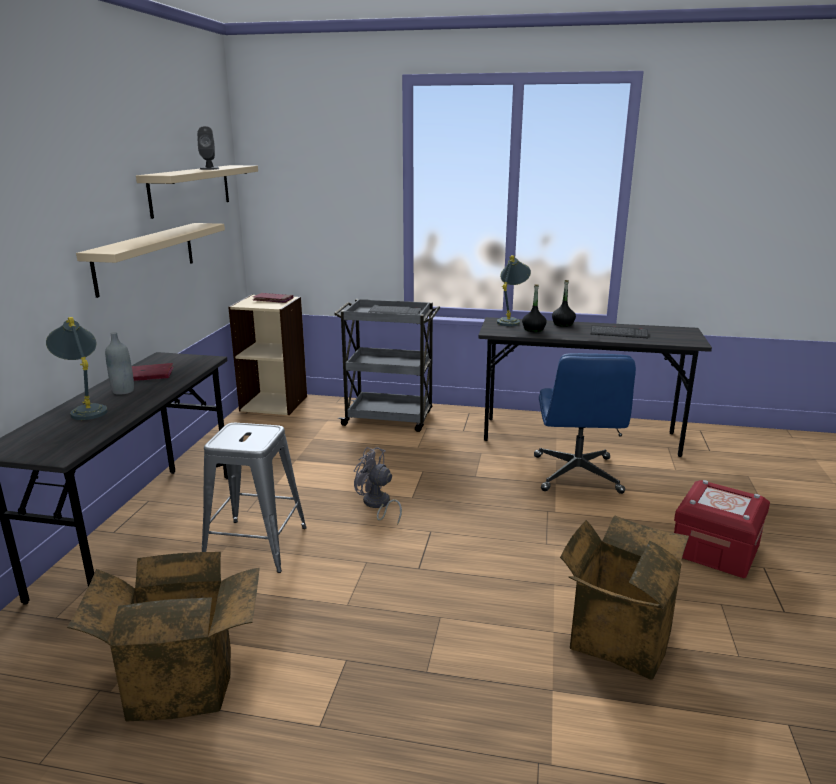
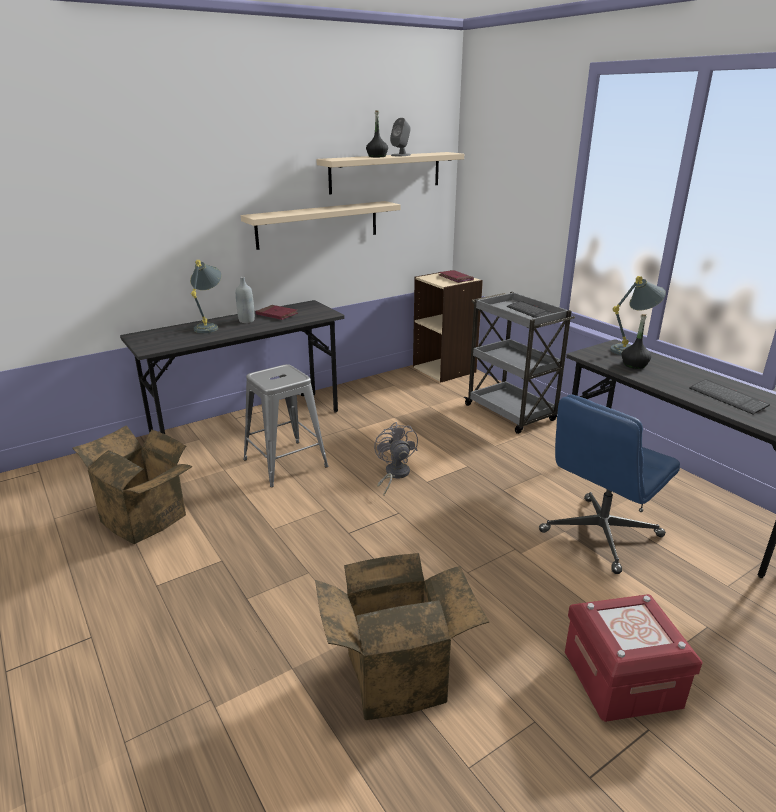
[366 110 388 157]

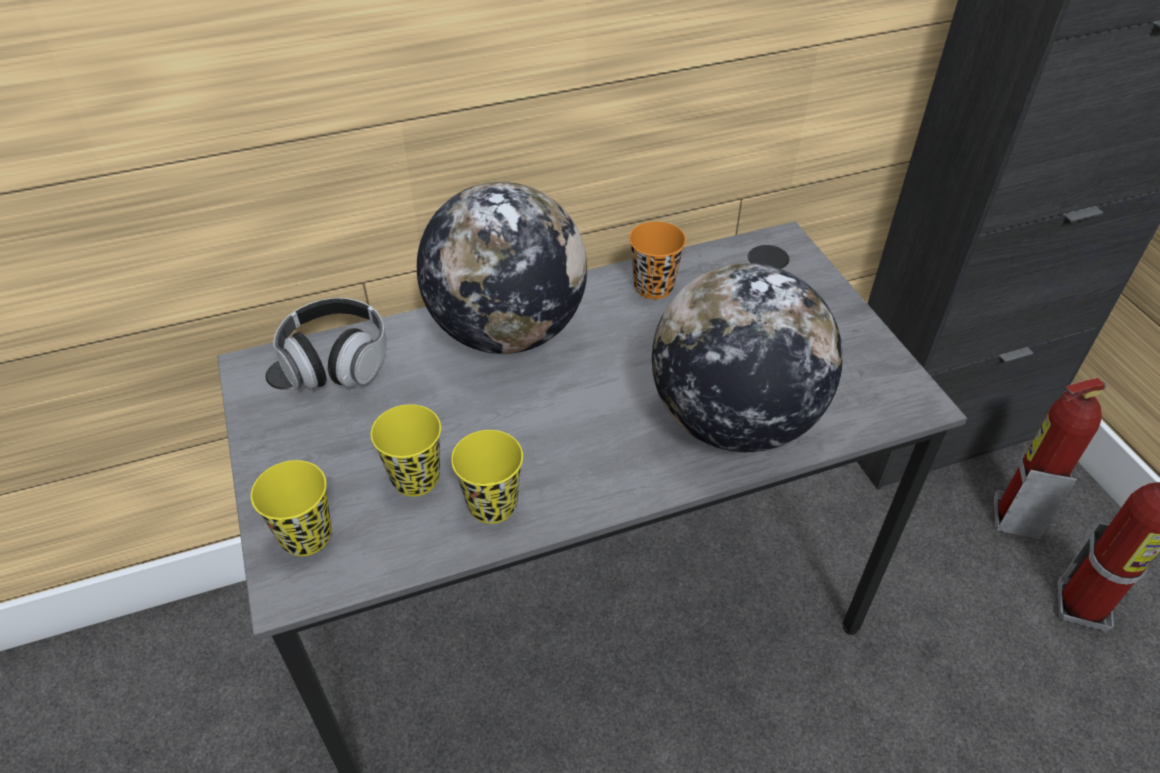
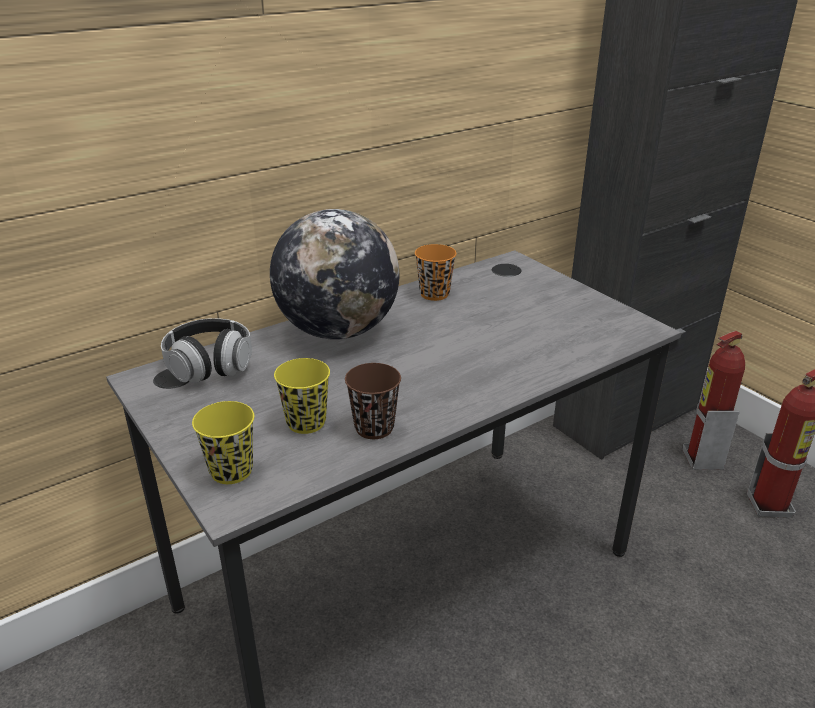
[345 363 401 439]
[652 263 843 452] (first image)

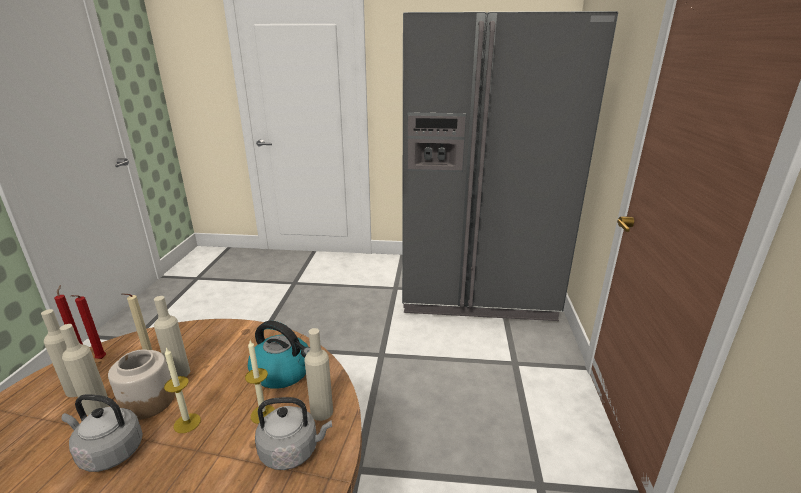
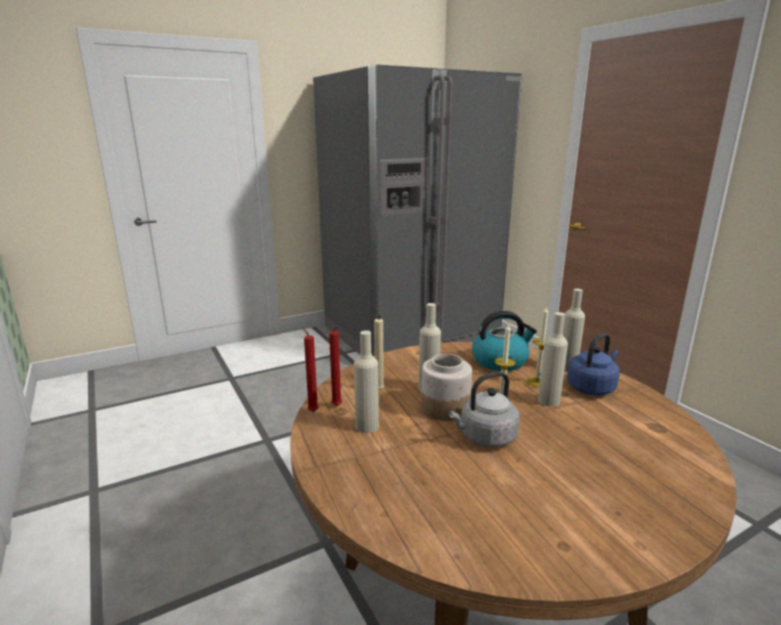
[538 312 568 407]
[567 333 620 396]

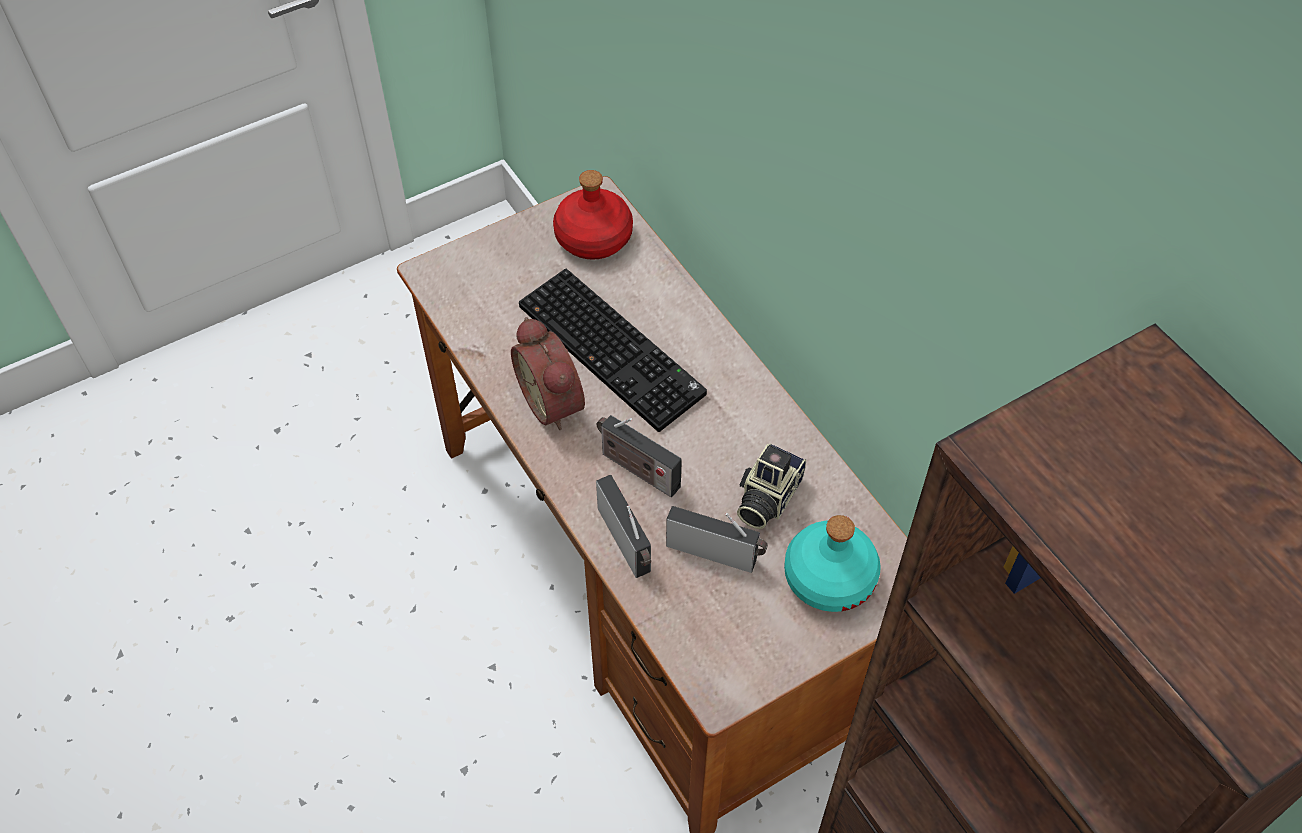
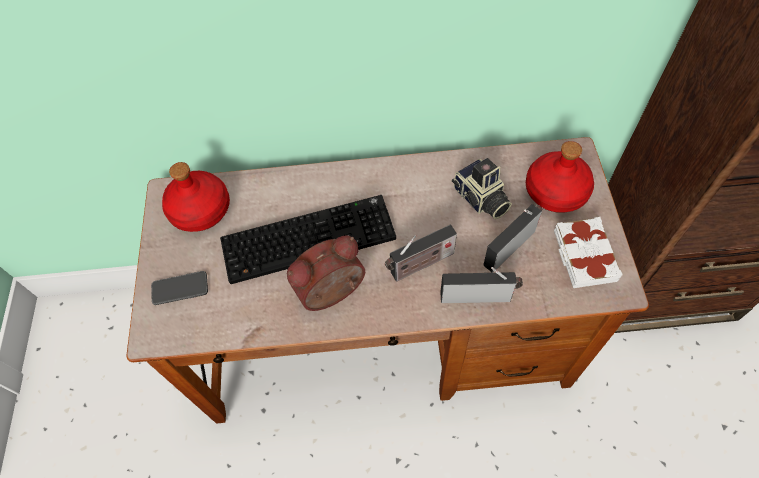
[287 236 365 311]
[526 141 594 212]
[151 271 208 305]
[554 217 623 288]

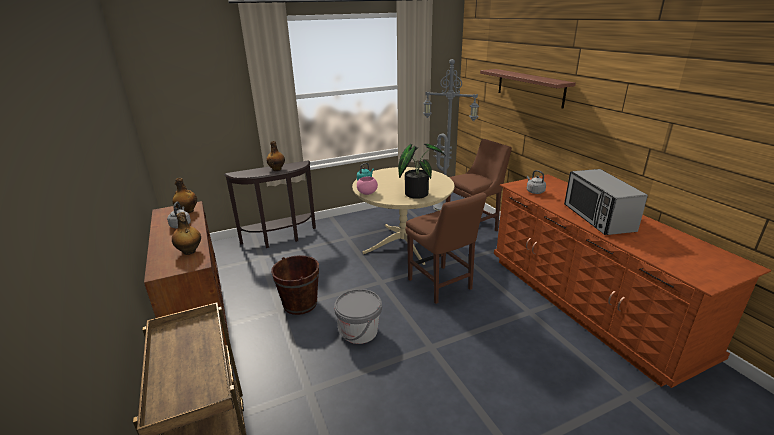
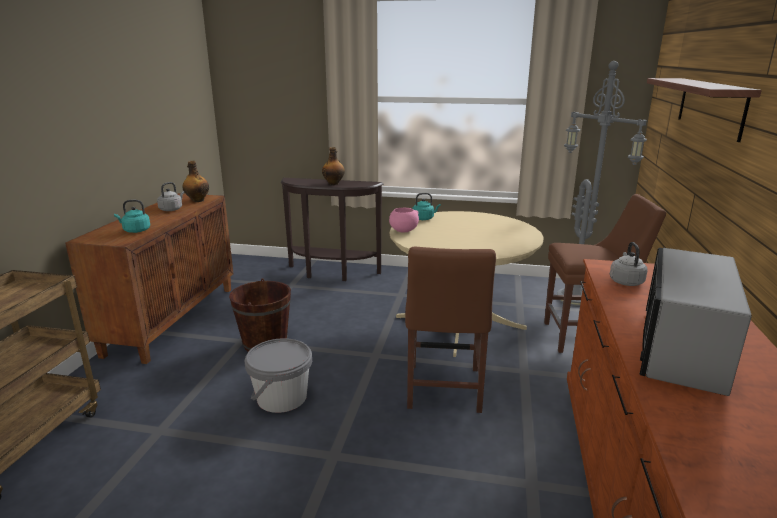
[114 200 150 233]
[398 144 446 199] (first image)

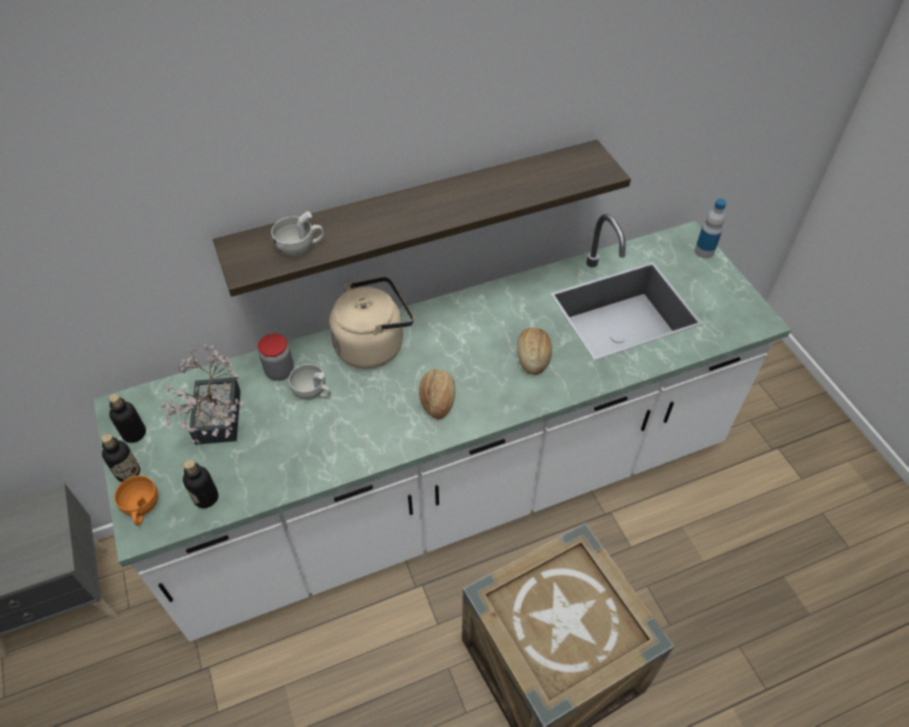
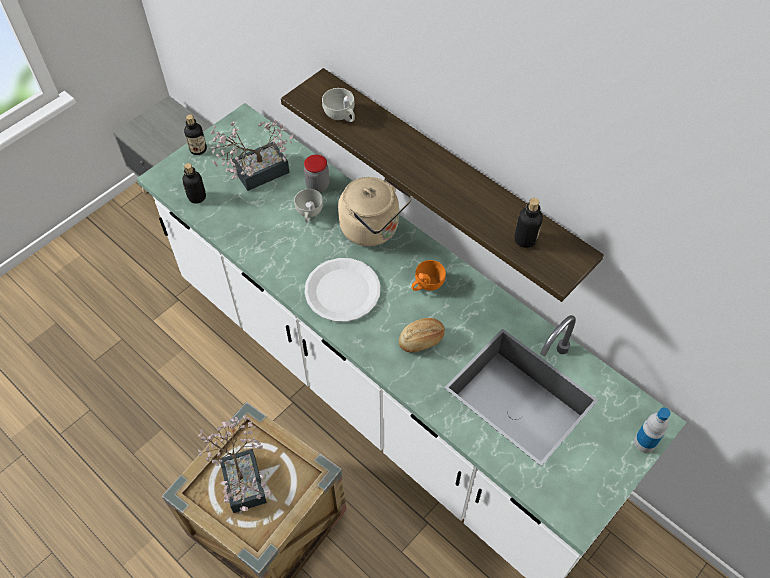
[514 198 543 248]
[412 260 446 291]
[304 258 380 322]
[197 415 271 513]

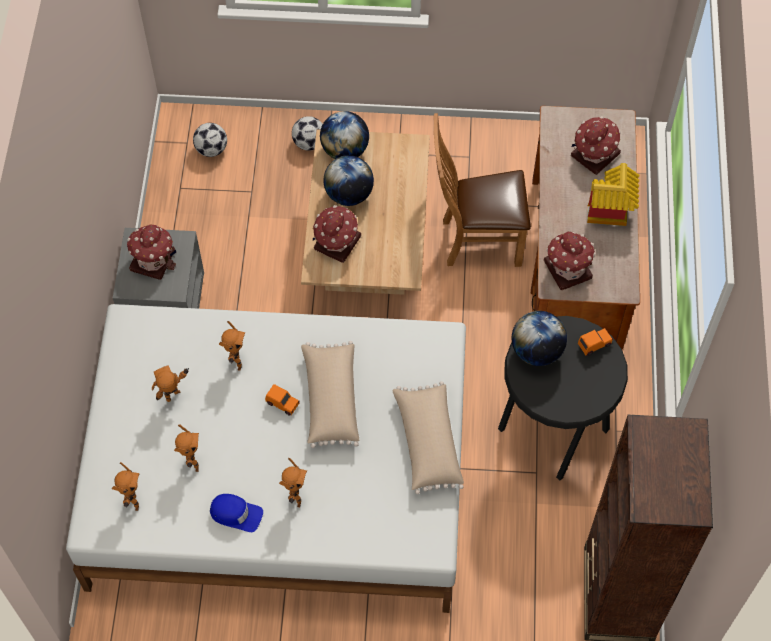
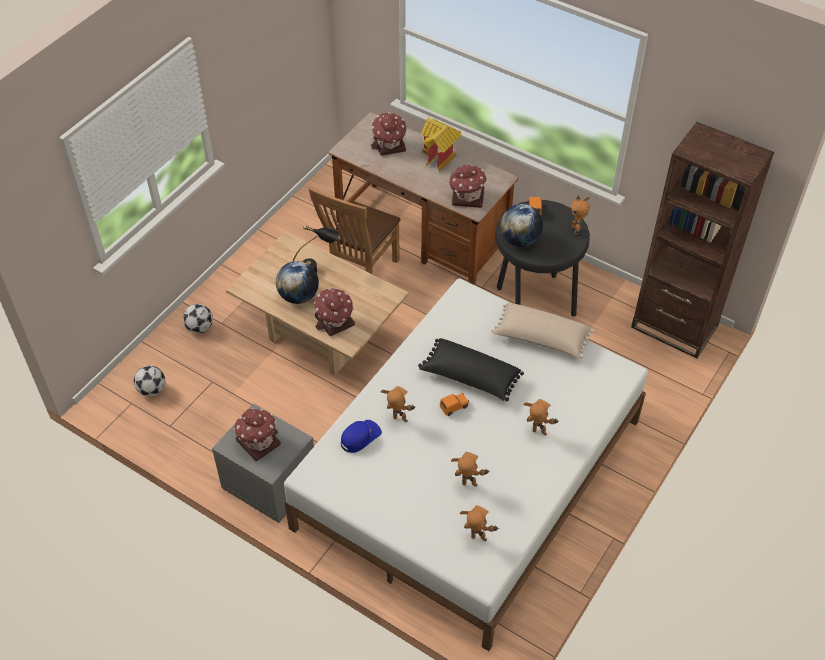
[572 195 590 235]
[341 420 382 453]
[418 338 524 401]
[320 111 369 159] (first image)
[293 225 339 273]

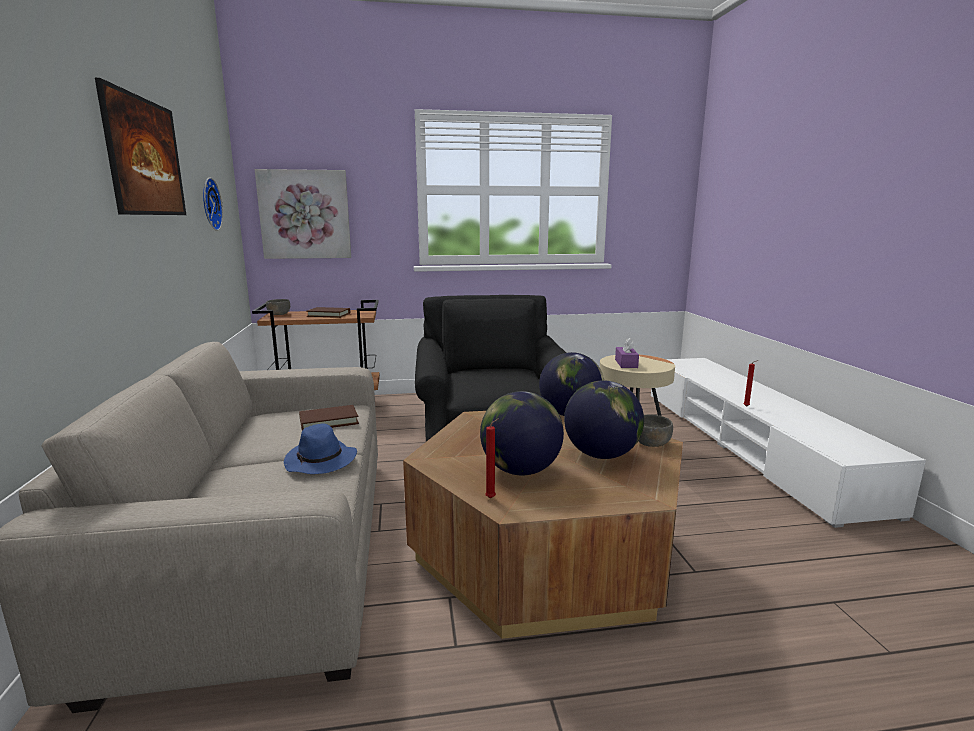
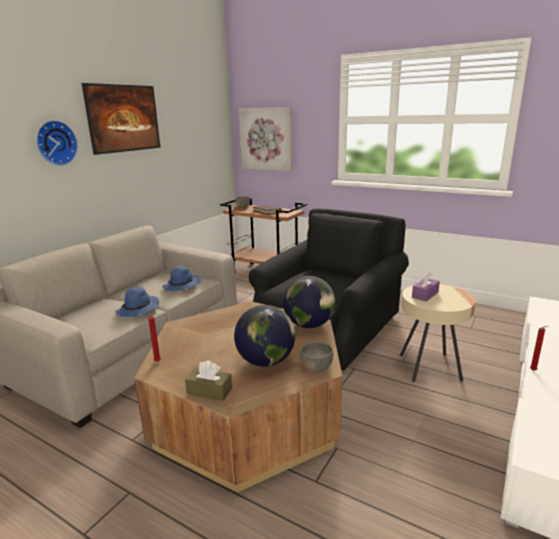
[36 120 78 166]
[162 266 201 291]
[480 391 564 475] (first image)
[185 361 232 401]

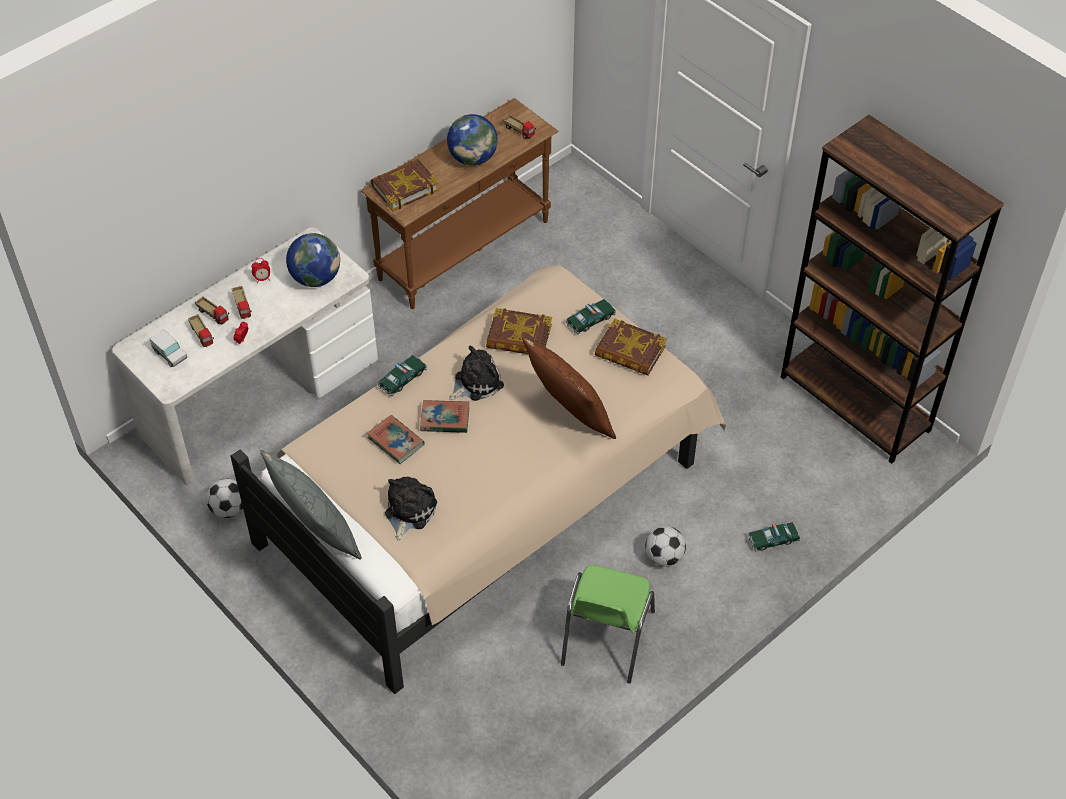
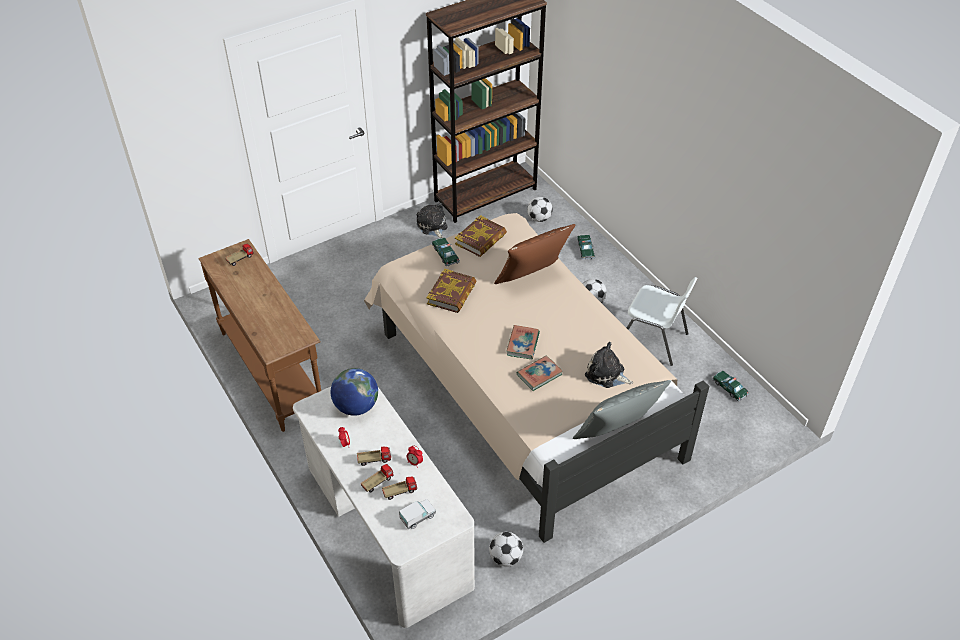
[371 159 439 211] (first image)
[712 371 749 401]
[447 114 498 166] (first image)
[417 203 447 238]
[627 277 698 366]
[527 197 553 222]

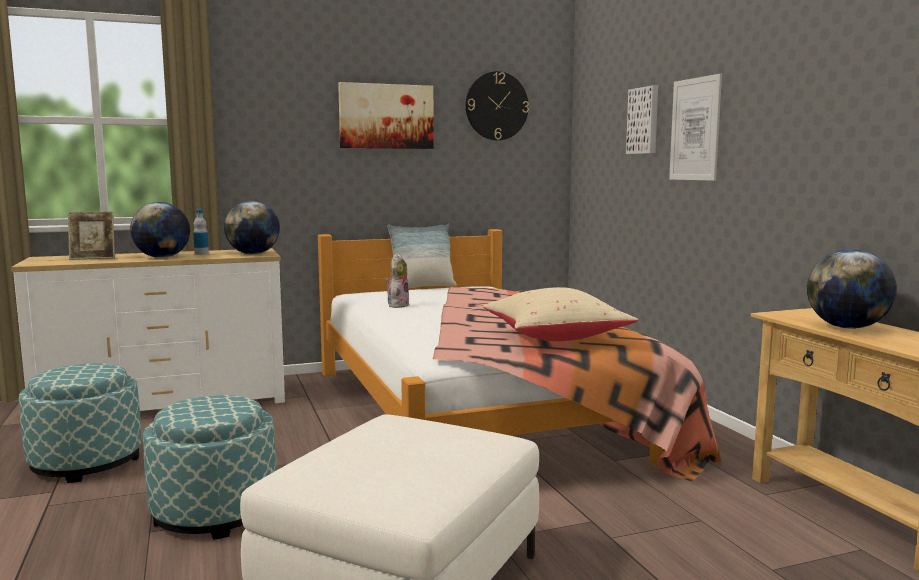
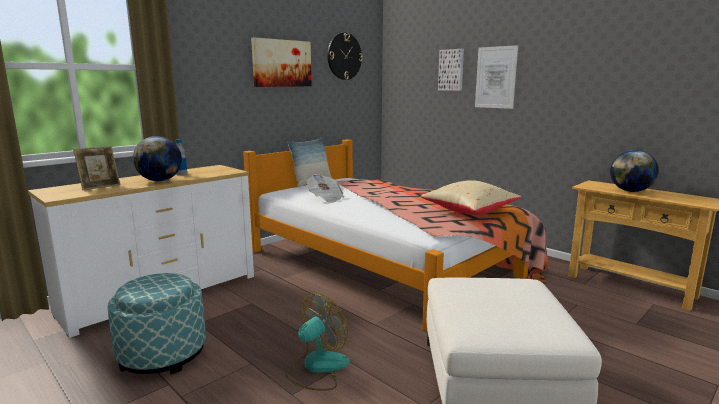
[286 293 350 391]
[224 201 280 254] (first image)
[307 174 345 203]

